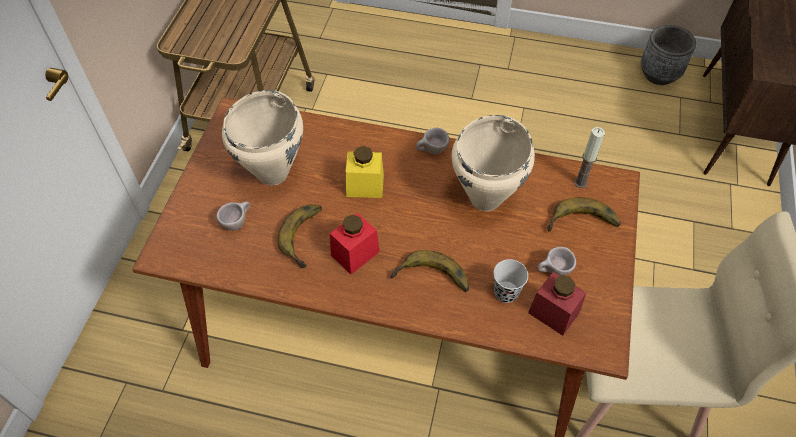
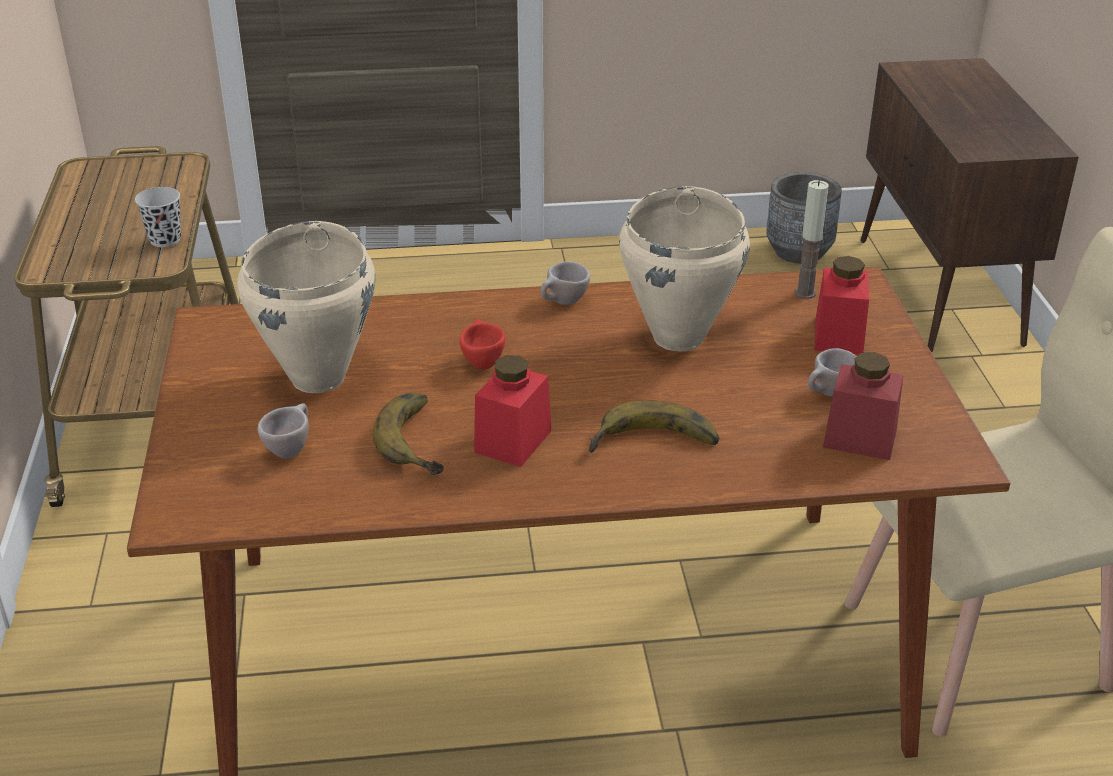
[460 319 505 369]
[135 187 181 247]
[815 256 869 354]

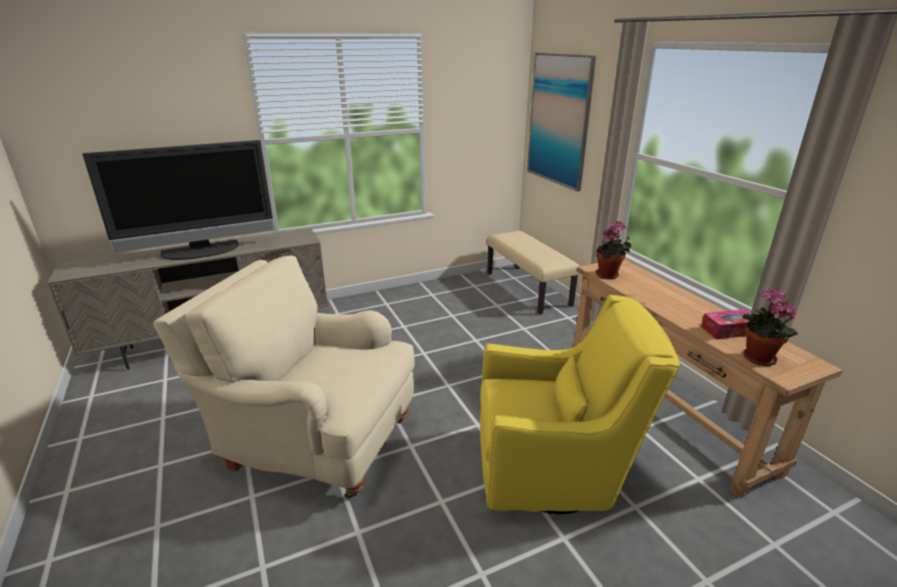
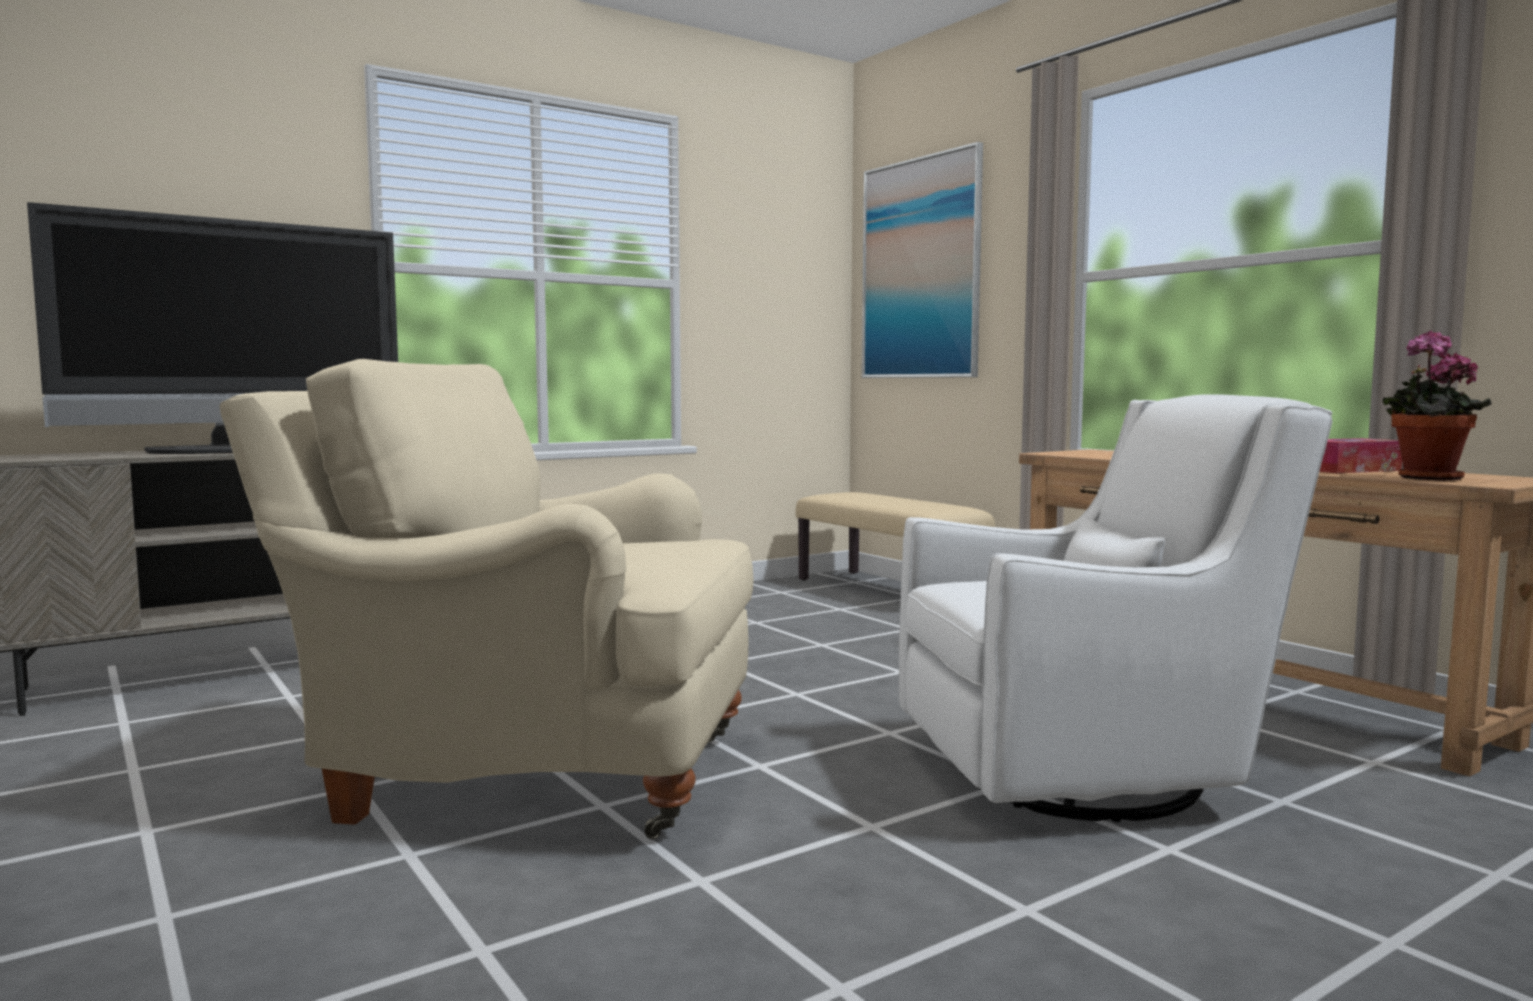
[899 394 1332 822]
[596 221 632 279] (first image)

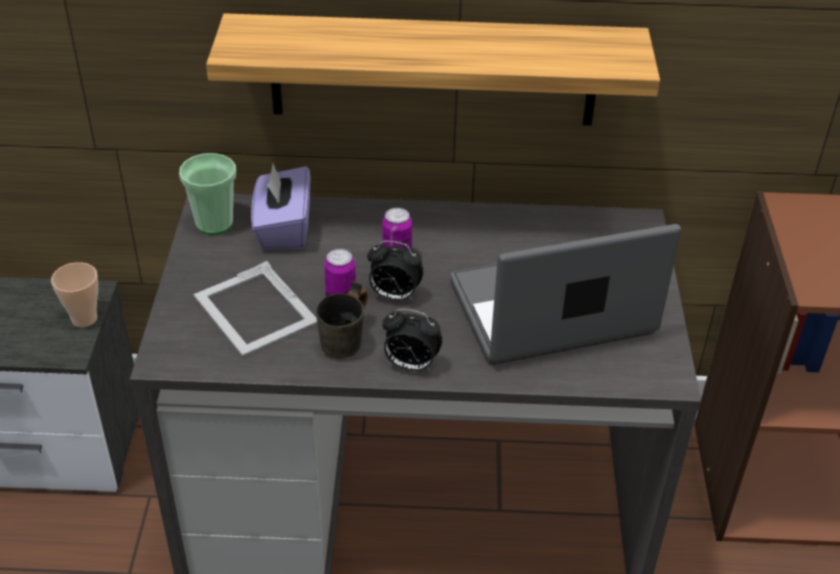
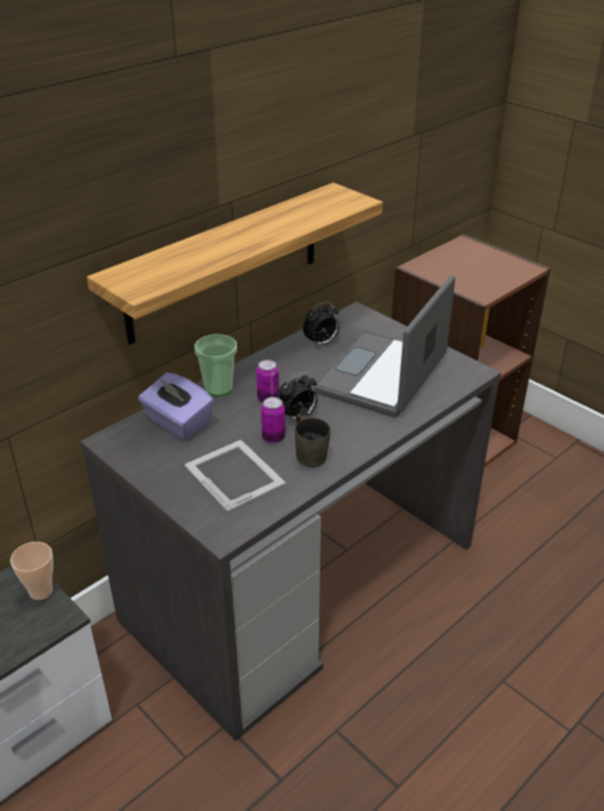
[194 334 237 396]
[184 440 286 512]
[303 302 339 348]

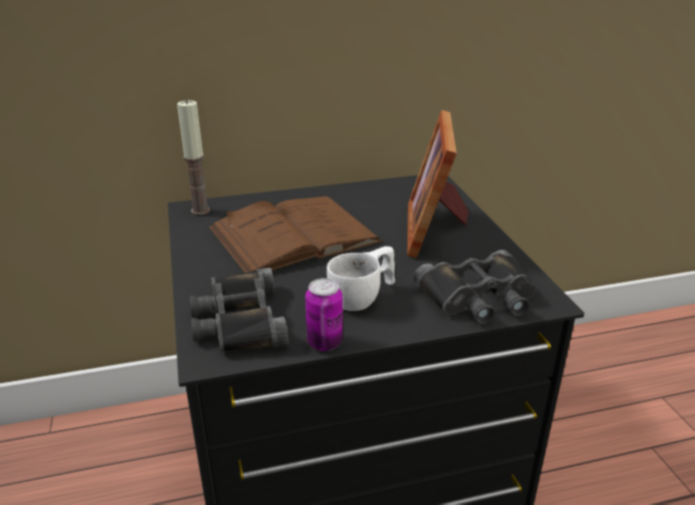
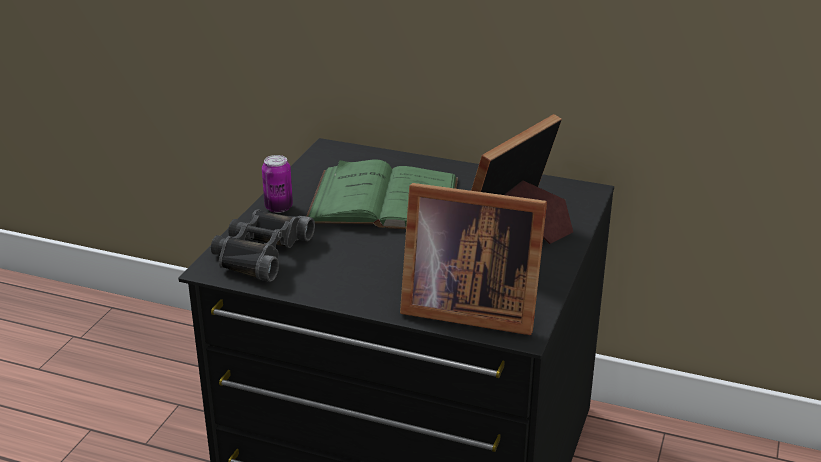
[177 99 211 215] (first image)
[307 159 458 229]
[262 155 293 213]
[327 246 395 311] (first image)
[400 183 547 335]

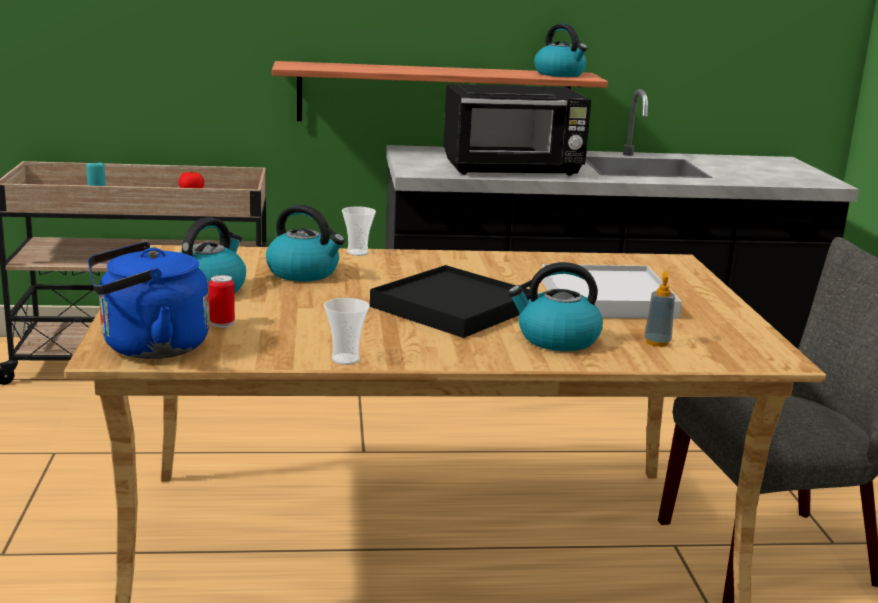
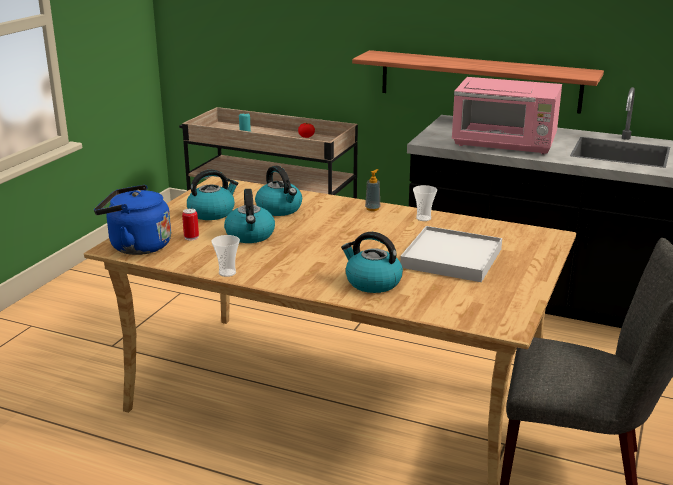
[413 185 437 221]
[370 265 530 338] (first image)
[452 77 562 154]
[224 189 275 243]
[365 169 380 211]

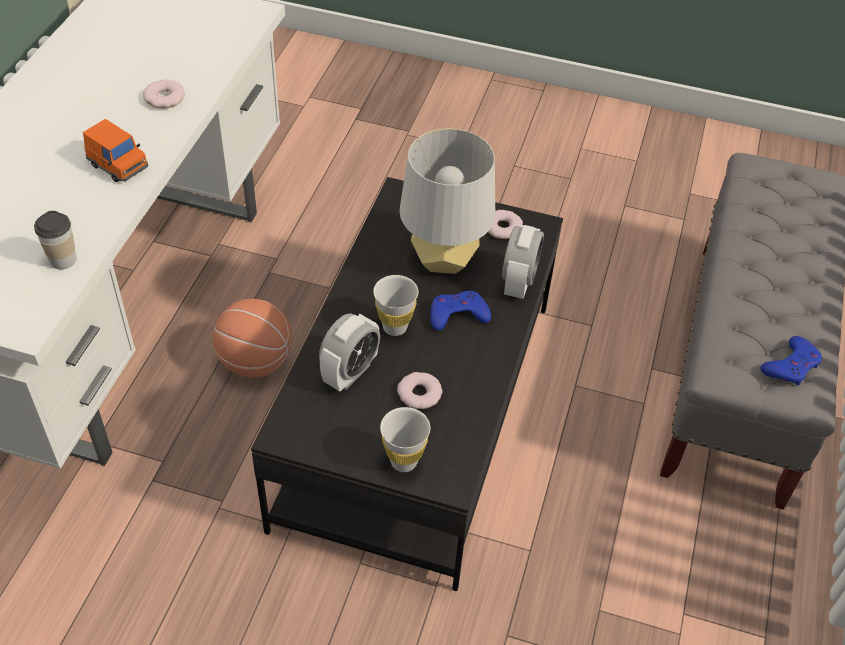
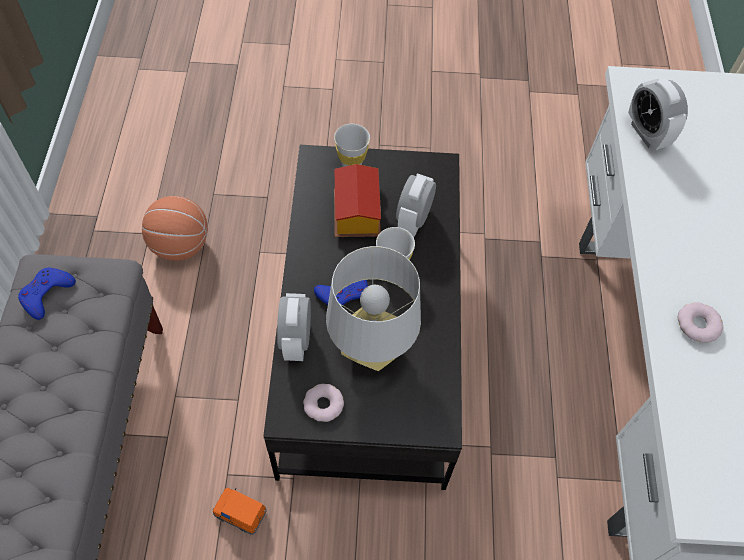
[628 79 688 150]
[213 488 267 535]
[142 196 208 261]
[334 164 381 237]

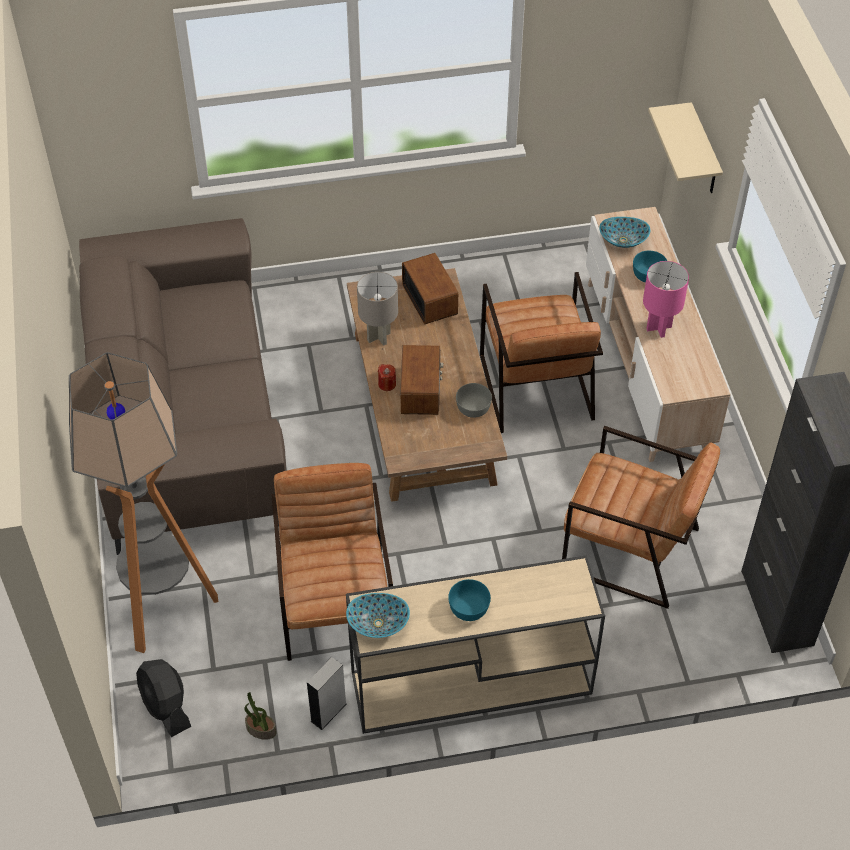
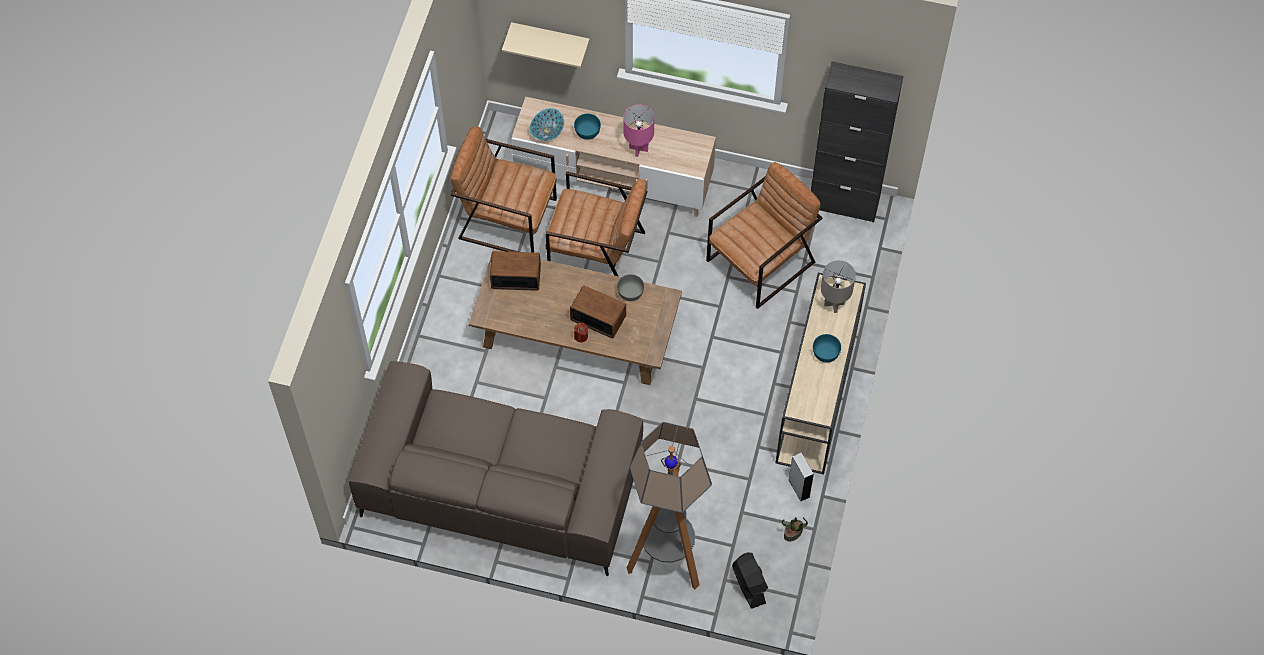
[732 552 768 609]
[451 127 557 252]
[346 593 410 638] (first image)
[821 260 856 313]

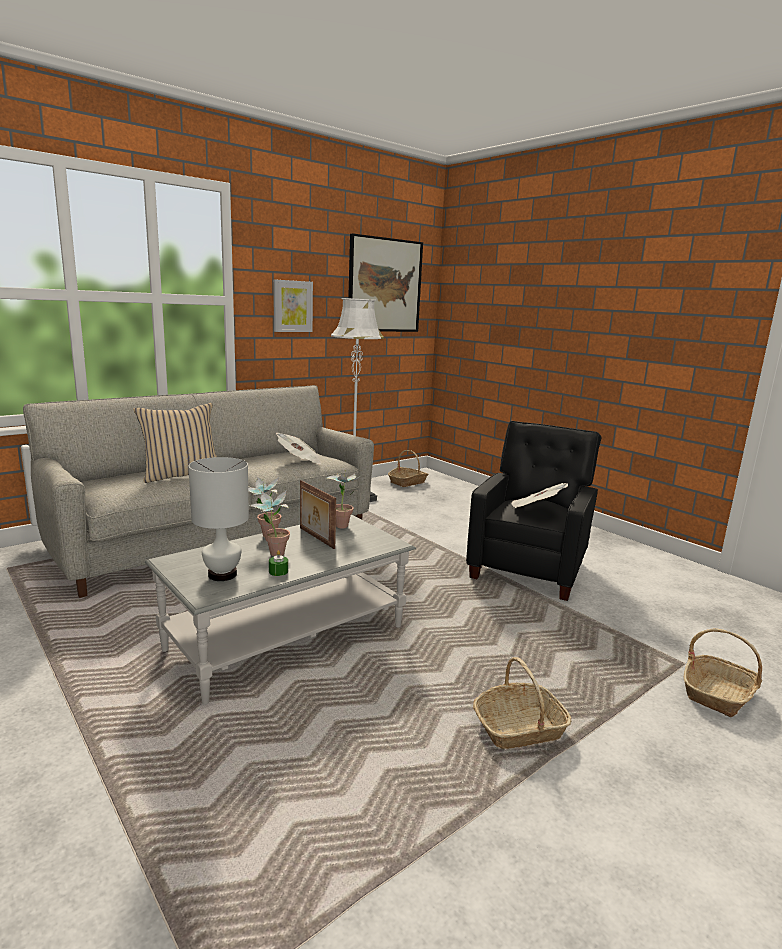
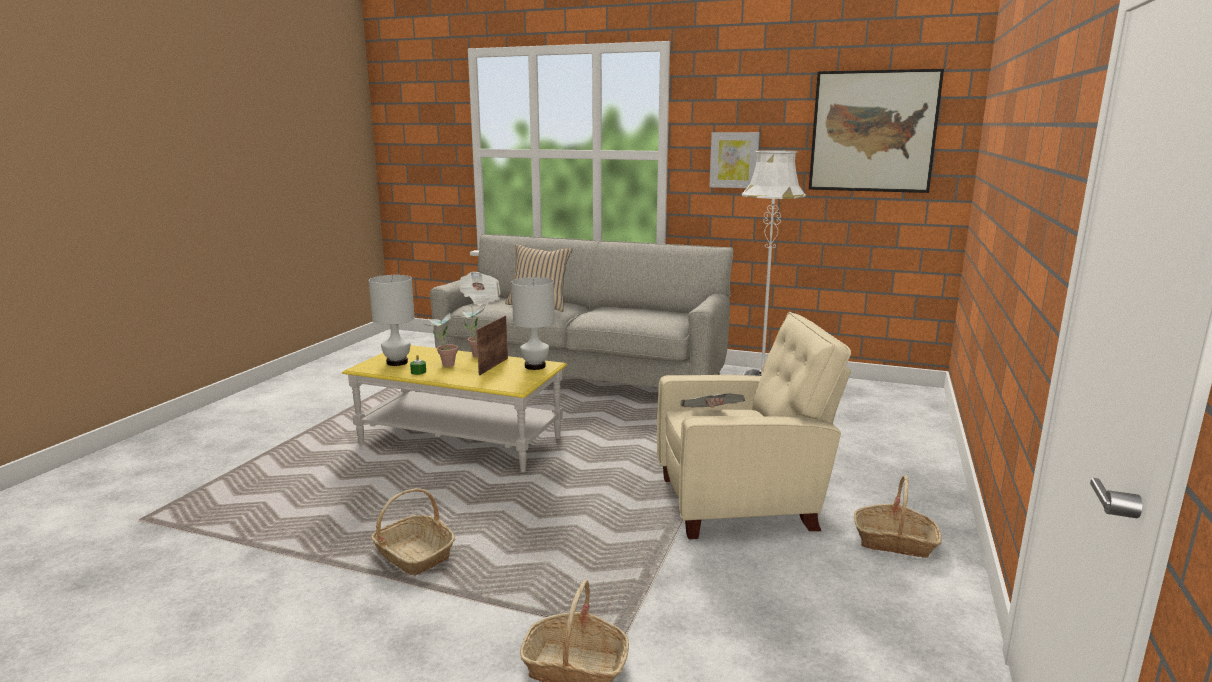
[342 345 567 472]
[459 272 500 305]
[511 277 555 370]
[854 475 942 558]
[657 312 851 539]

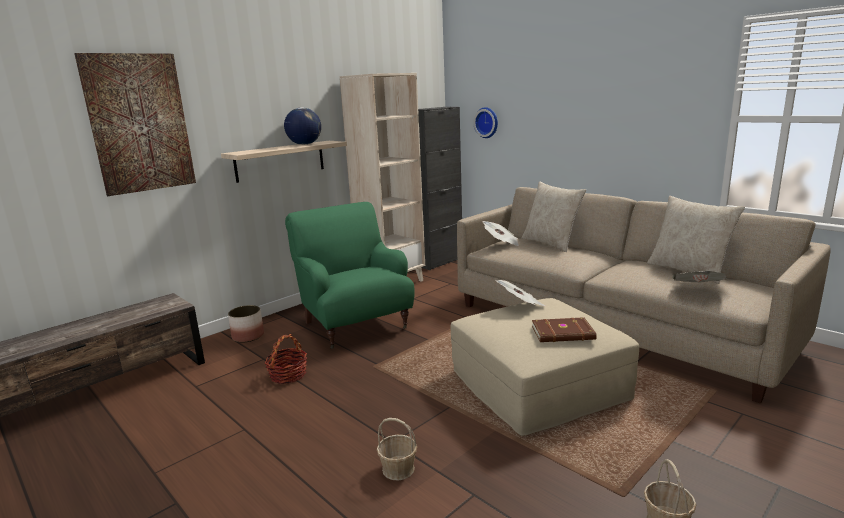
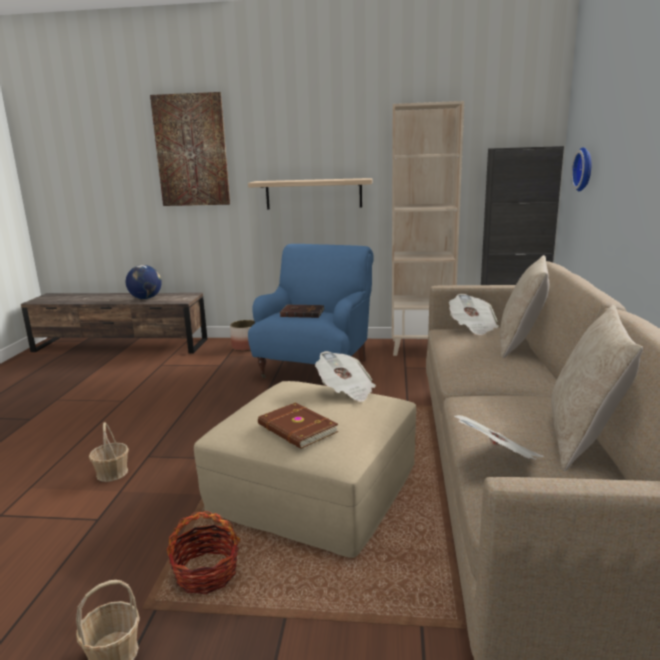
[166 511 240 594]
[126 265 162 299]
[248 244 374 378]
[280 305 325 318]

